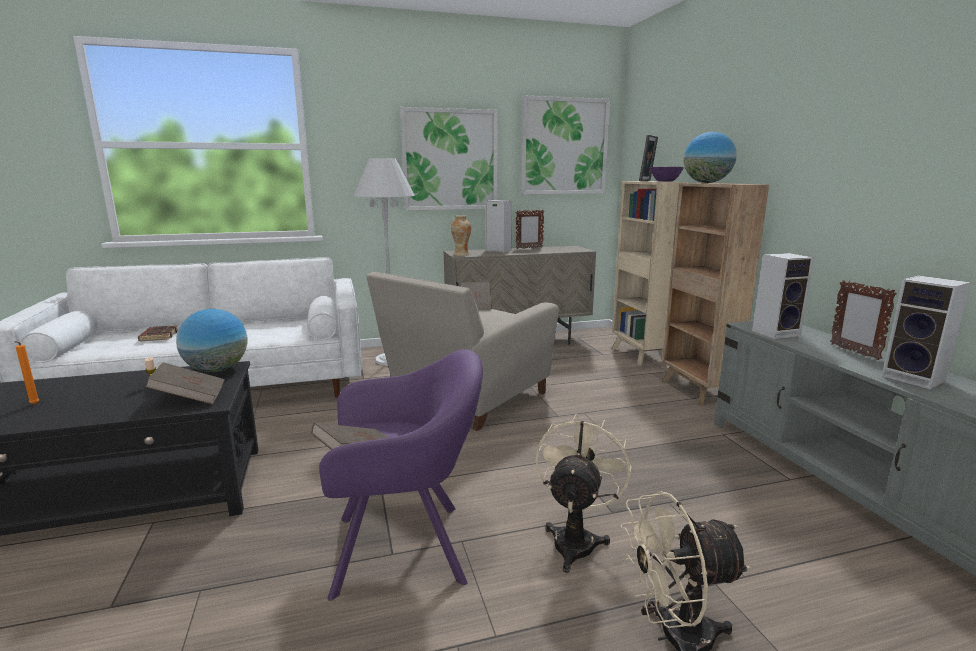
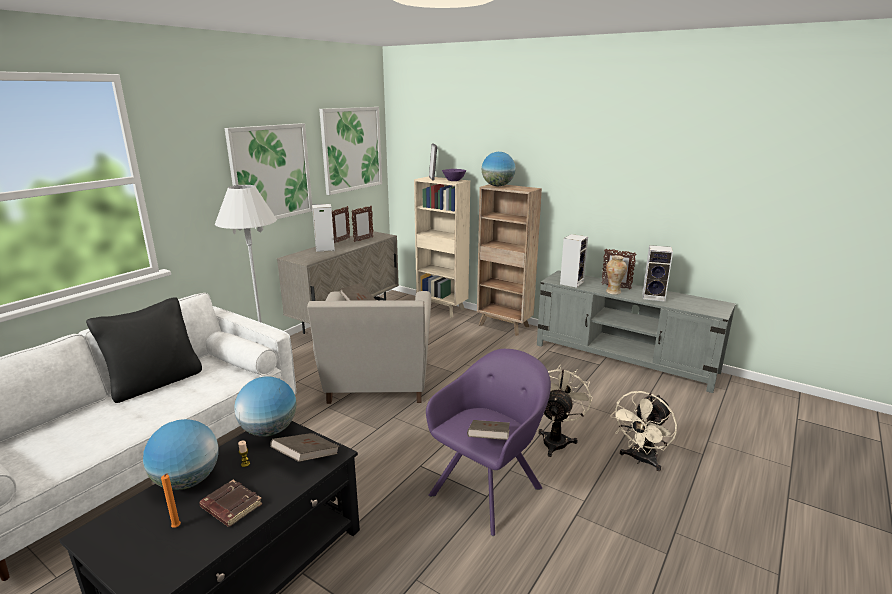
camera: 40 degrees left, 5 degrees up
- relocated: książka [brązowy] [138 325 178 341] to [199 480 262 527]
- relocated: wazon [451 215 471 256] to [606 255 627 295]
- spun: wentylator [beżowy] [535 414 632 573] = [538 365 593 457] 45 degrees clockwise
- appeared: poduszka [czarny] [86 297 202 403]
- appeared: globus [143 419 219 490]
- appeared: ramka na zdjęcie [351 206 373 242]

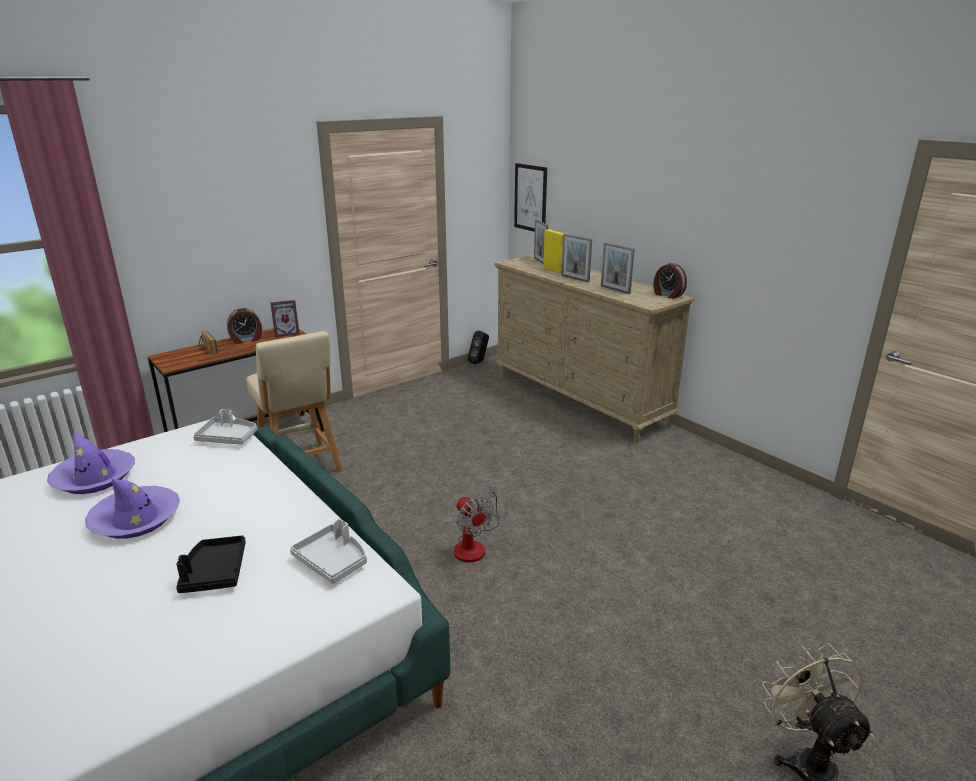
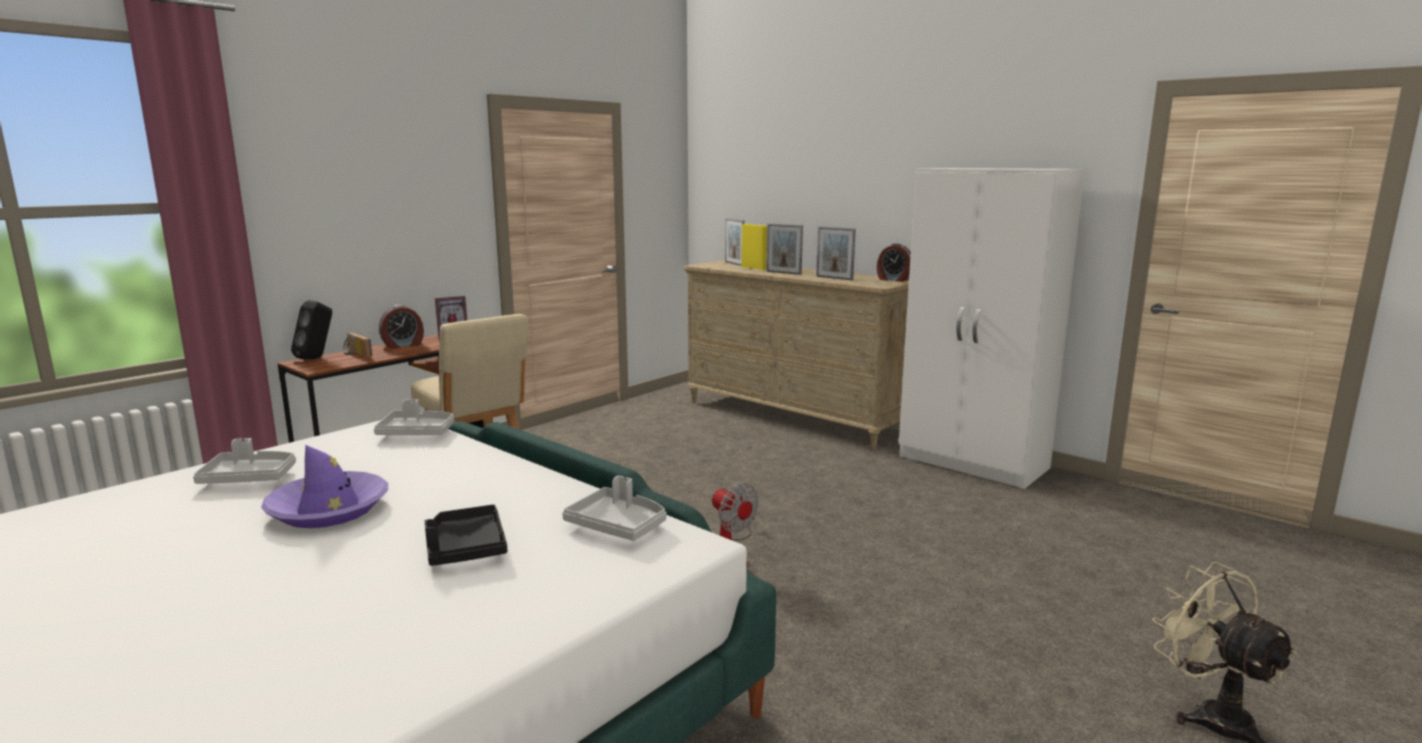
camera: 10 degrees left, 10 degrees down
- exchanged: kapelusz [fioletowy] [47 432 135 494] to taca [szary] [193 438 296 484]
- relocated: głośnik [czarny] [468 331 489 364] to [291 300 332 360]
- missing: obraz [514 163 547 232]
- appeared: szafa [biały] [899 168 1085 489]

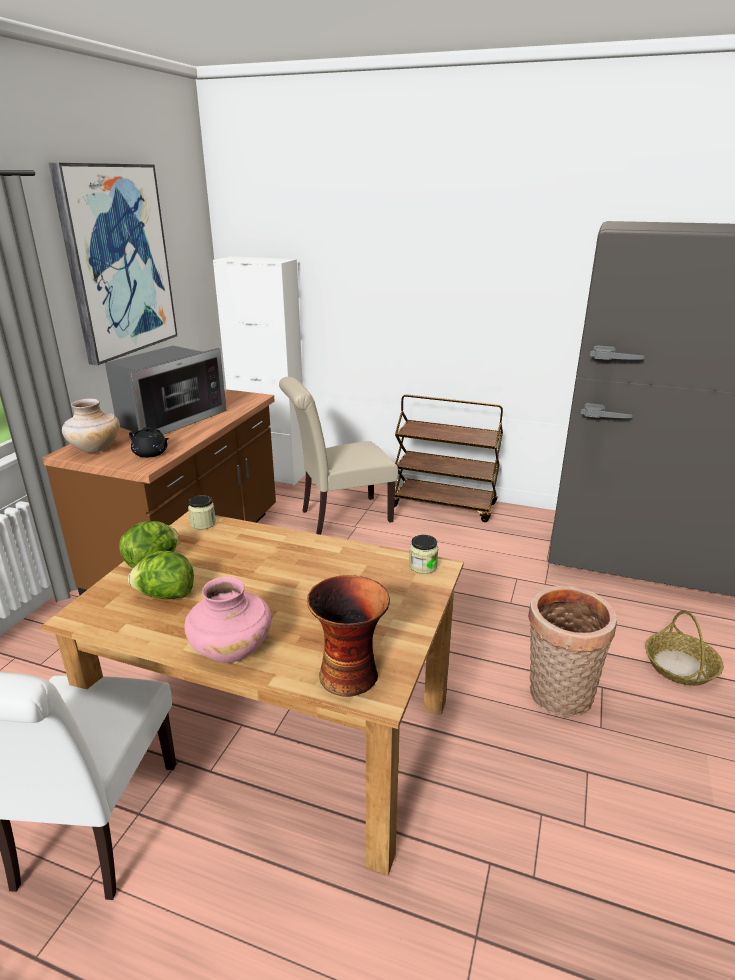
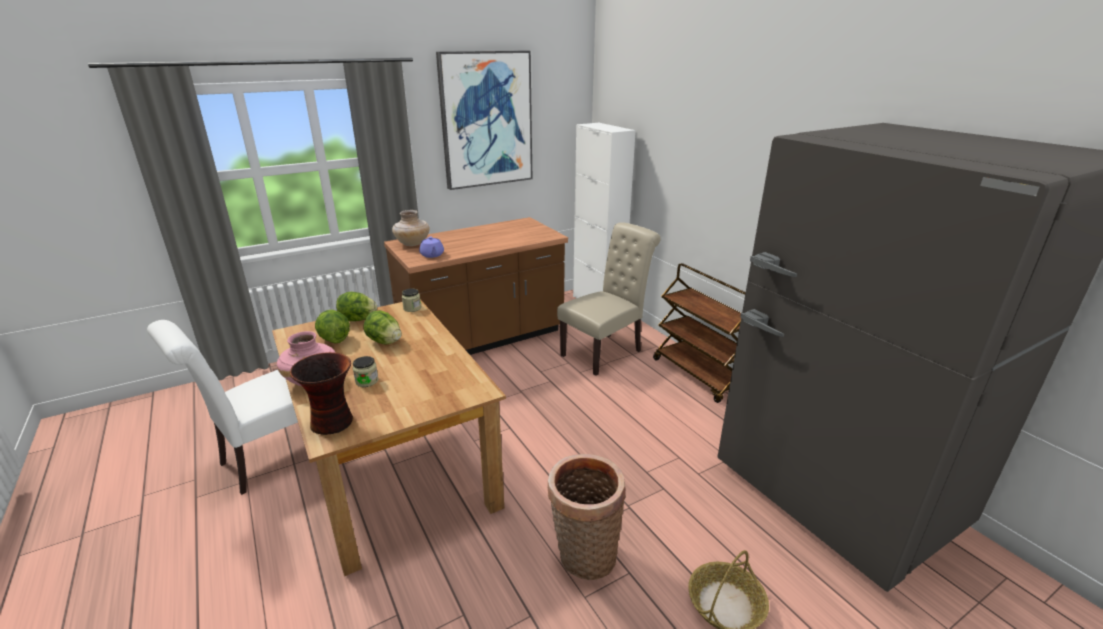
camera: 40 degrees right, 0 degrees up
- missing: mikrofalówka [105 346 227 435]
- colour: imbryk [czarny] [129 427 169 458] to imbryk [fioletowy] [419 237 444 258]
- spun: krzesło [beżowy] [279 377 398 535] = [557 222 661 376] 120 degrees clockwise
- relocated: słoik [409 535 438 574] to [353 356 378 387]
- appeared: sałata [364 310 401 344]

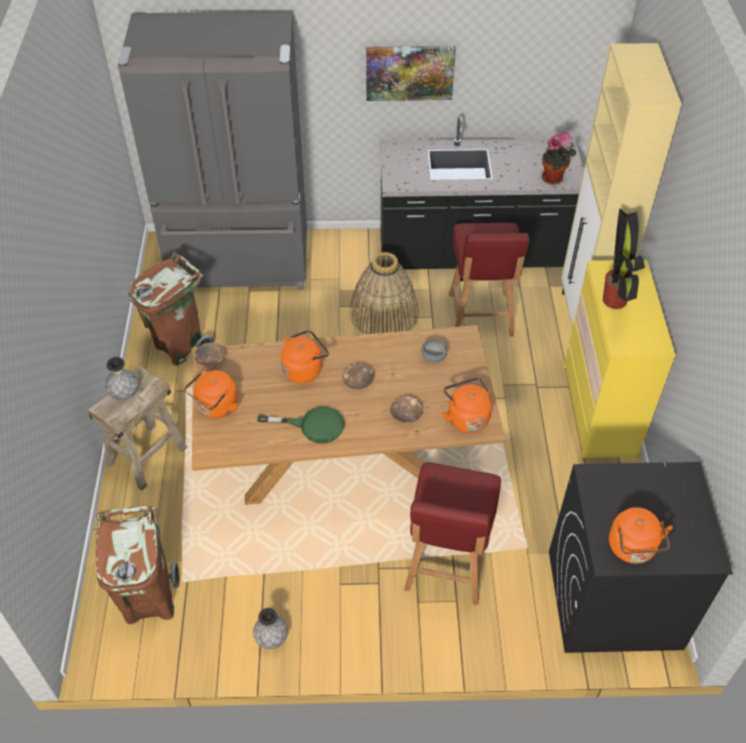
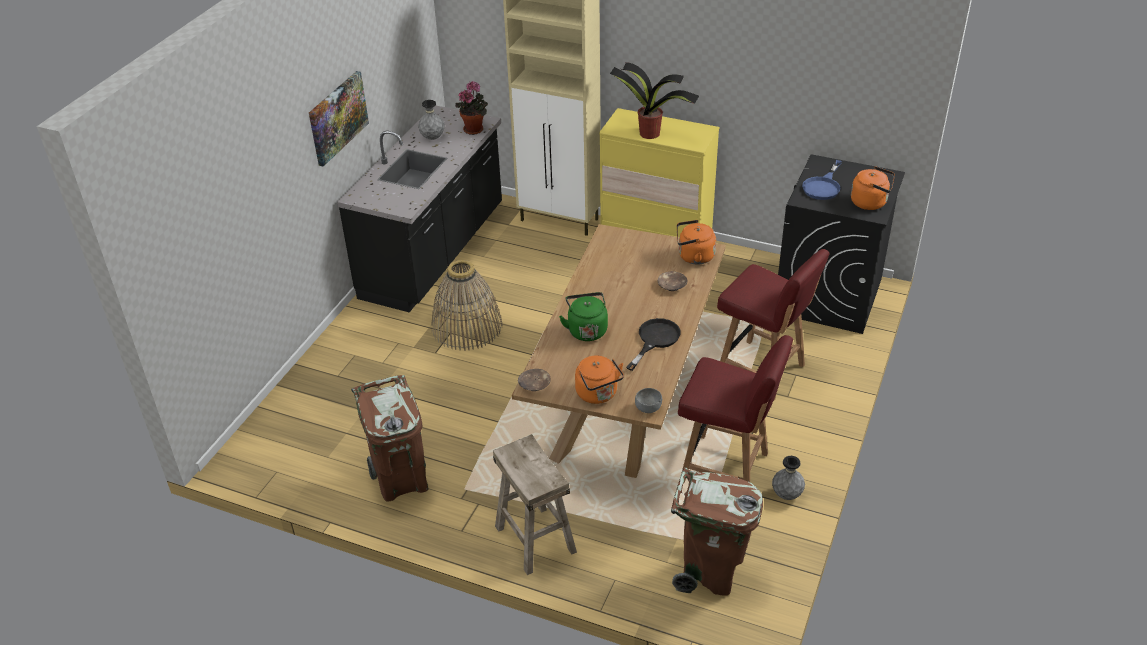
camera: 65 degrees left, 10 degrees down
- relocated: wazon [szary] [105 357 139 400] to [418 100 445 140]
- missing: lodówka [szary] [118 11 307 290]
- colour: patelnia [zielony] [257 407 345 443] to patelnia [czarny] [626 318 681 371]
- colour: czajnik [pomarańczowy] [281 330 329 384] to czajnik [zielony] [559 292 608 341]
- missing: miska [brązowy] [342 364 374 389]
- relocated: miska [szary] [421 339 447 363] to [635 388 662 413]
- relocated: krzesło [czerwony] [449 223 529 336] to [678 335 793 483]
- appeared: patelnia [niebieski] [802 160 842 200]

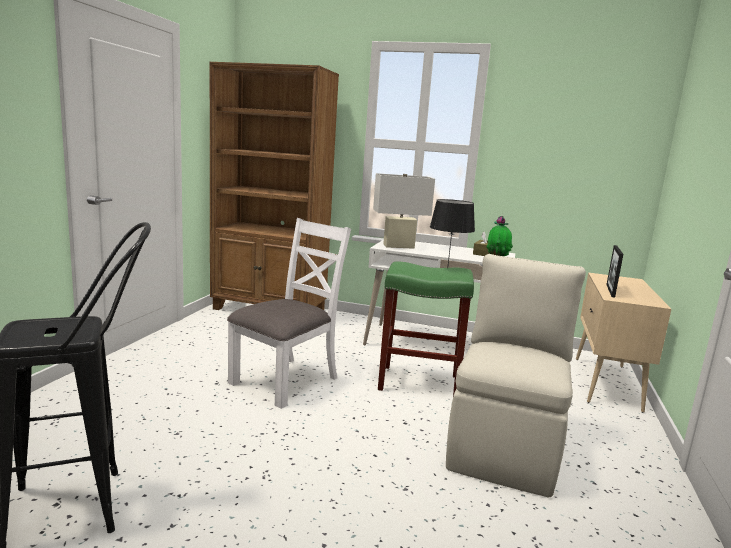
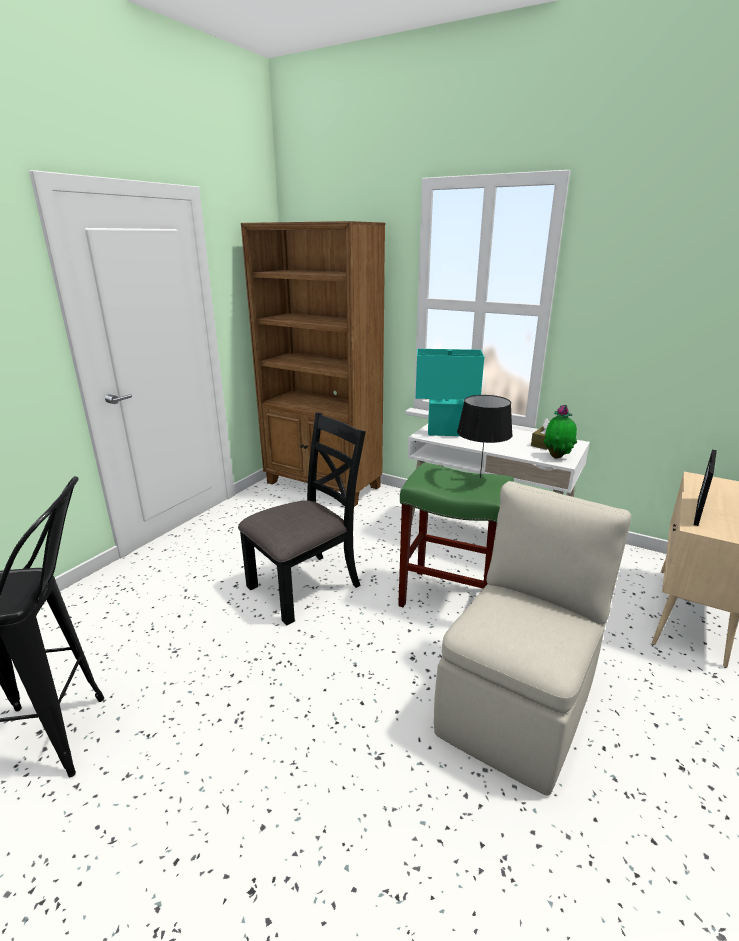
camera: 15 degrees right, 10 degrees up
- colour: krzesło [biały] [227 218 351 409] to krzesło [czarny] [238 412 366 626]
- colour: lampa stołowa [biały] [373 173 435 249] to lampa stołowa [turkusowy] [416 349 484 436]

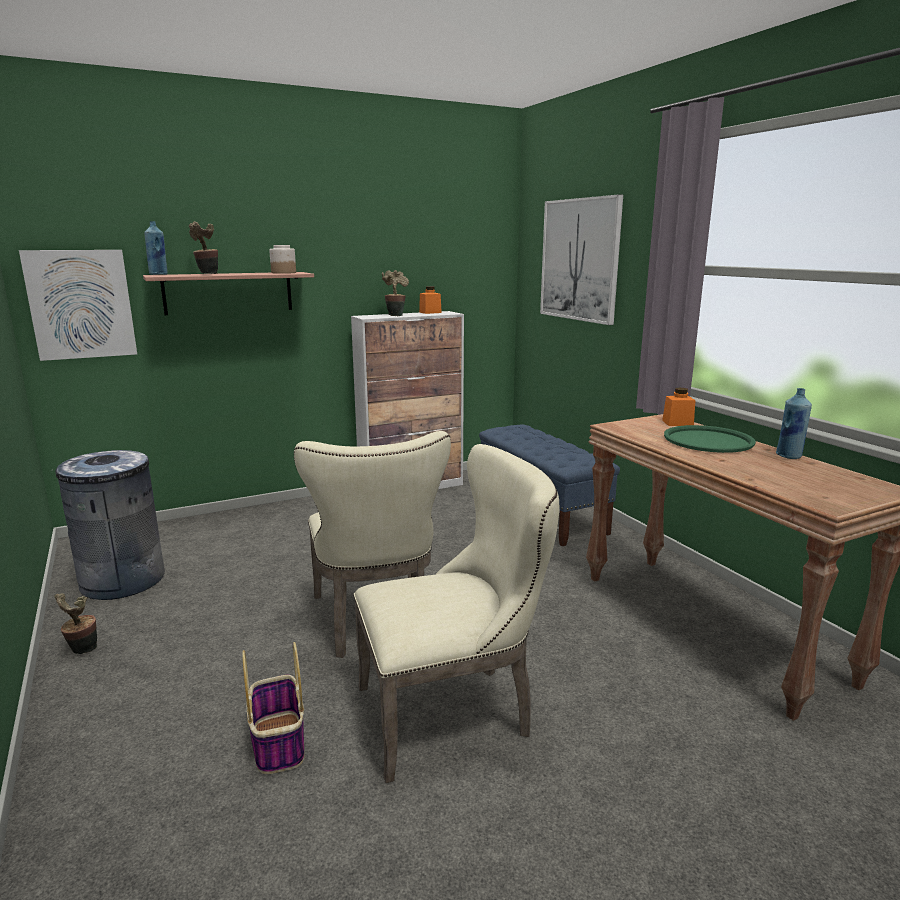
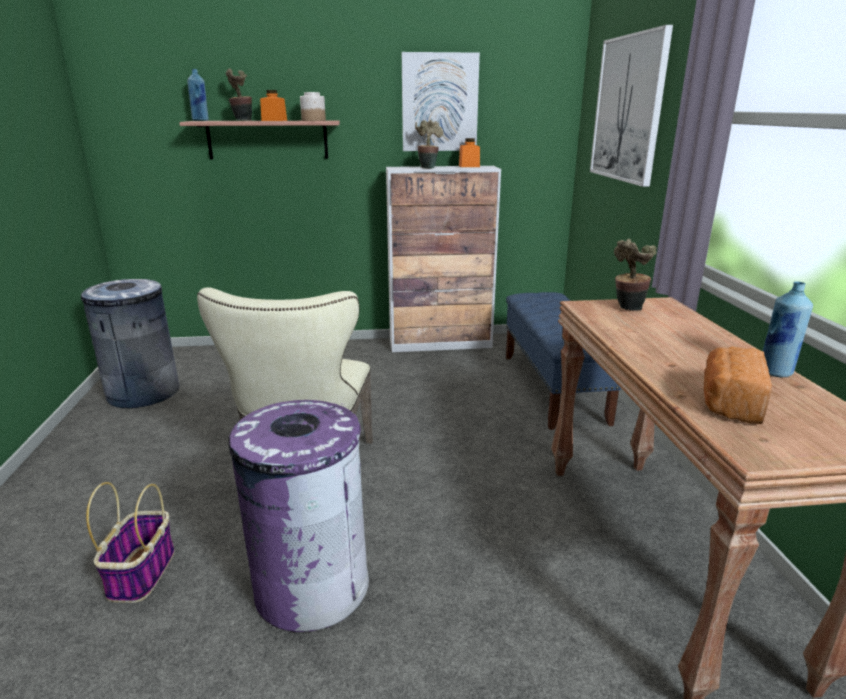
camera: 20 degrees right, 5 degrees up
- relocated: obraz [19 250 137 361] to [402 52 480 151]
- relocated: roślina doniczkowa [55 593 97 654] to [614 239 656 311]
- exchanged: krzesło [beżowy] [353 444 559 783] to kosz na śmieci [fioletowy] [228 400 369 632]
- relocated: słoik [pomarańczowy] [662 388 695 426] to [260 90 287 121]
- missing: taca [zielony] [664 425 756 453]
- appeared: chleb [704 346 772 424]

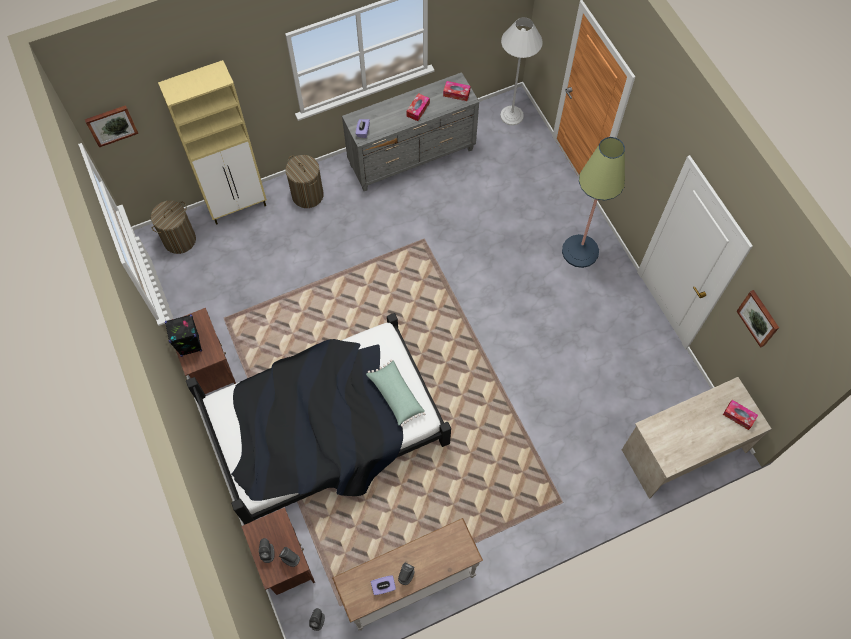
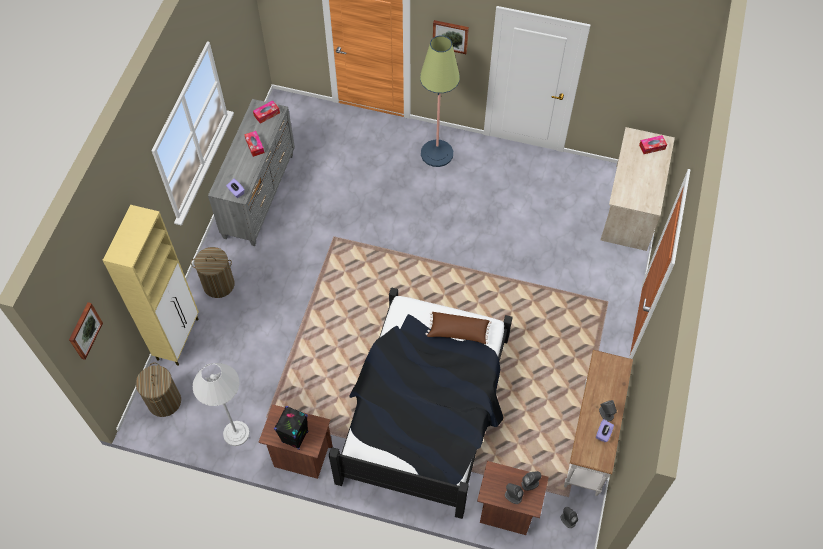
camera: 50 degrees left, 5 degrees down
- colour: poduszka [zielony] [366 360 425 427] to poduszka [brązowy] [426 312 492 344]
- relocated: lampa stojąca [biały] [500 17 543 125] to [193 363 250 446]
- relocated: obraz [736 290 779 348] to [433 20 469 54]

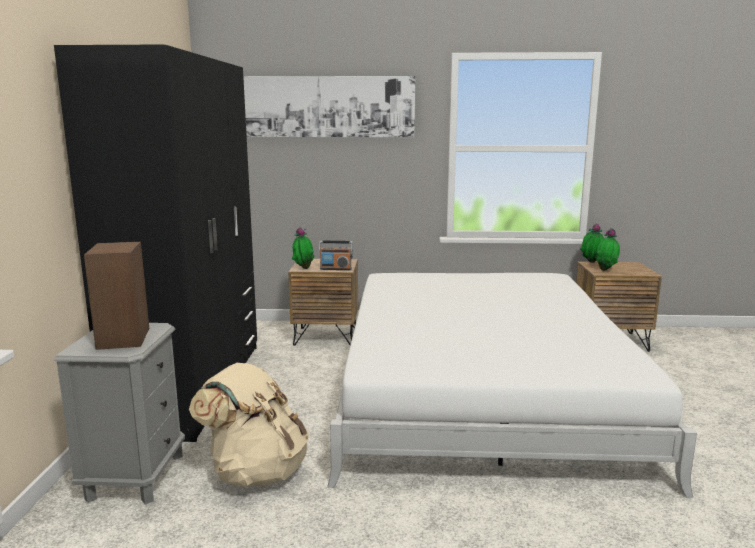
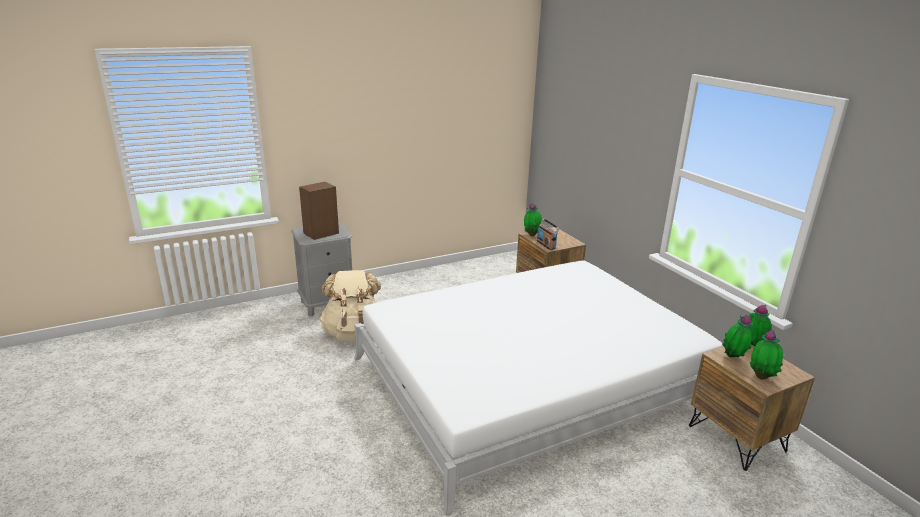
camera: 60 degrees right, 10 degrees up
- missing: szafa [czarny] [54 45 257 442]
- missing: obraz [243 76 415 137]
- appeared: roślina doniczkowa [750 330 783 380]

